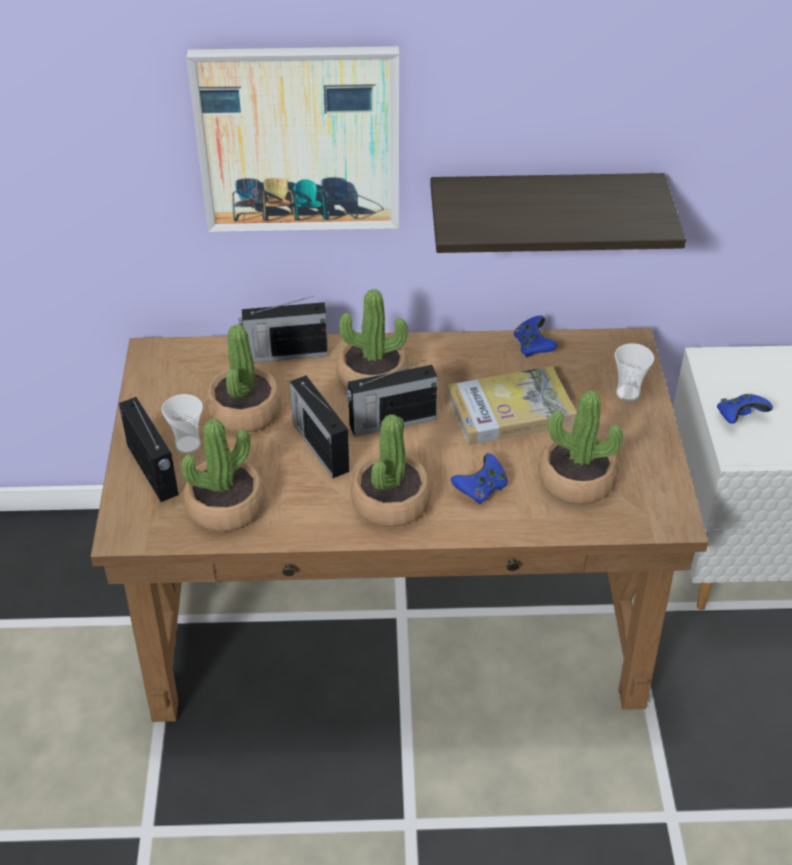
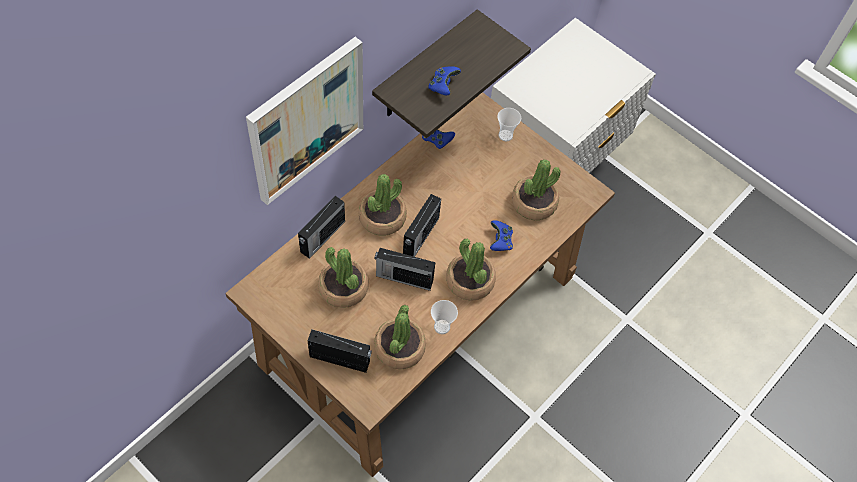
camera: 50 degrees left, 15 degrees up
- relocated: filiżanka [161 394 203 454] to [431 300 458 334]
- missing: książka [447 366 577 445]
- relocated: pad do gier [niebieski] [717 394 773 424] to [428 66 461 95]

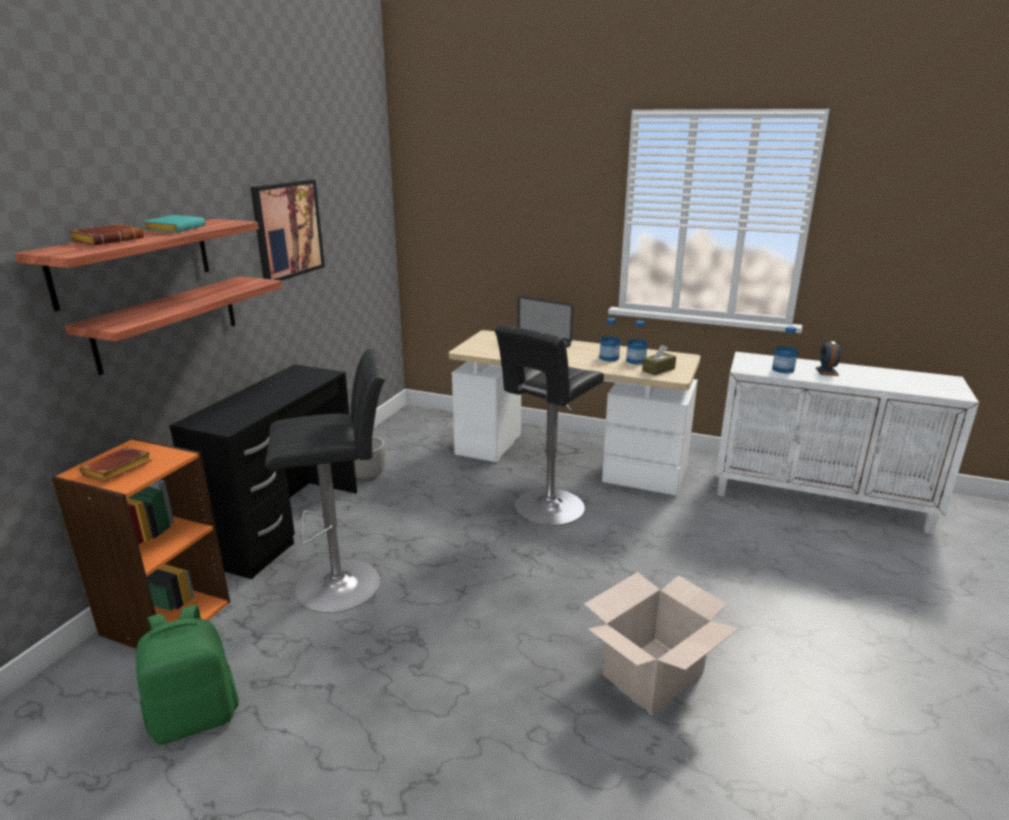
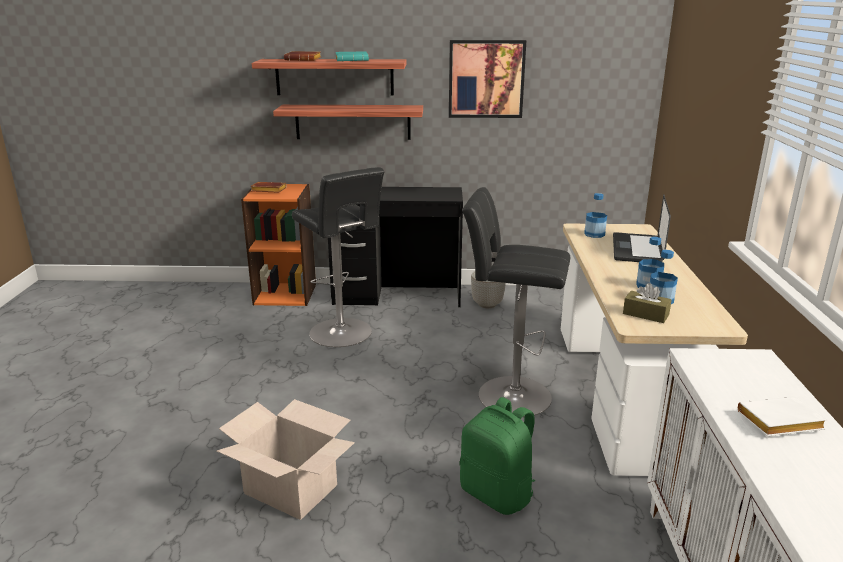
camera: 70 degrees right, 0 degrees up
- relocated: plecak [zielony] [136 605 239 745] to [460 397 535 515]
- relocated: butelka [772 326 798 374] to [584 193 607 238]
- exchanged: budzik [815 341 841 376] to książka [biały] [738 396 827 436]

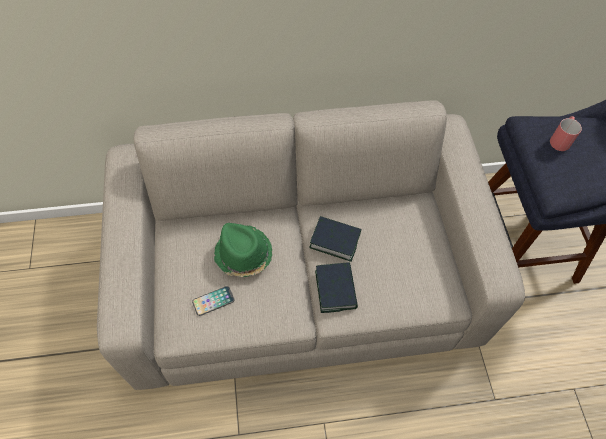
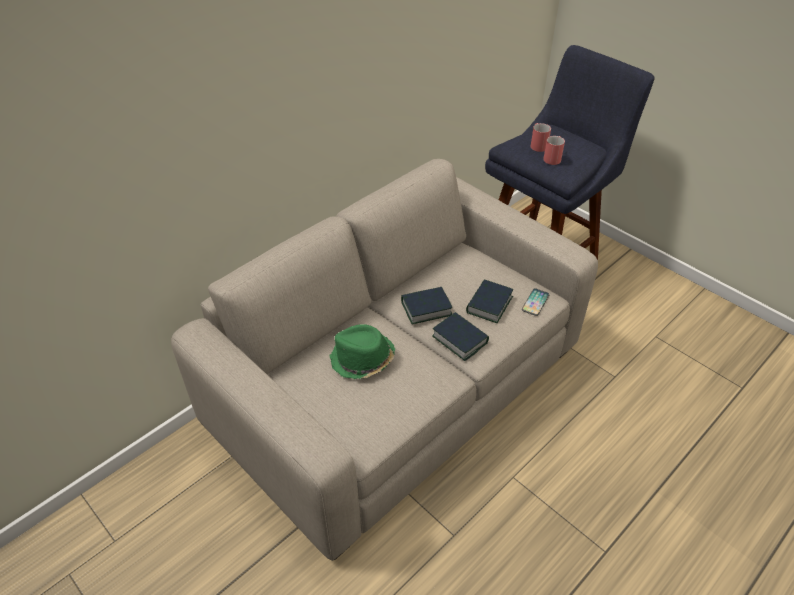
camera: 35 degrees left, 15 degrees down
- relocated: telefon [192 286 234 316] to [522 288 549 316]
- appeared: książka [466 279 513 323]
- appeared: kubek [czerwony] [543 136 565 165]

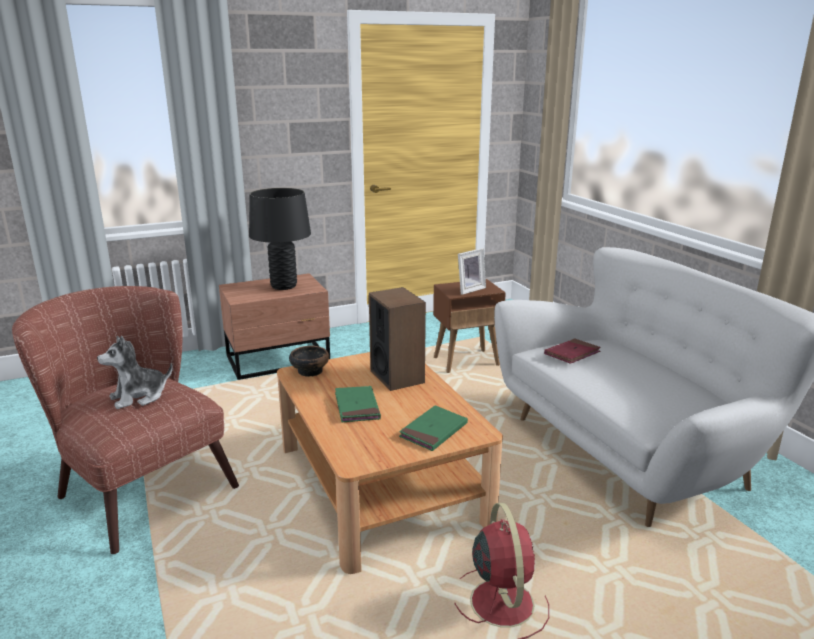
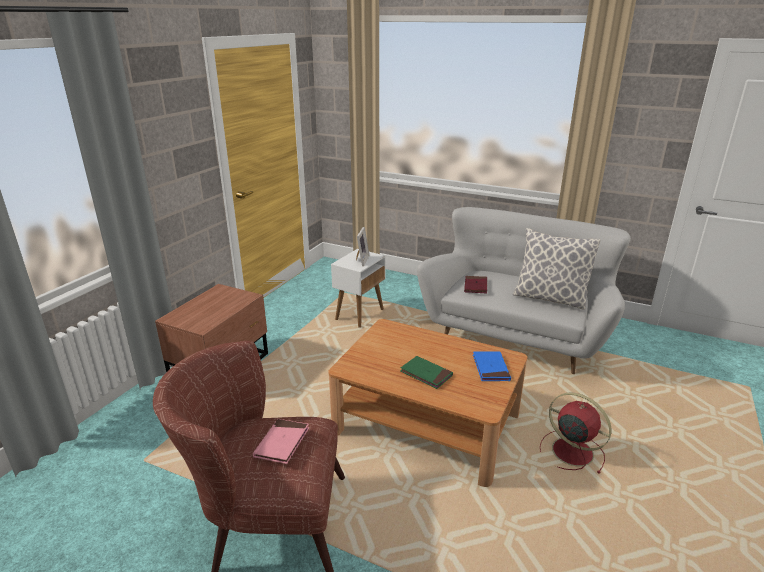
camera: 40 degrees left, 5 degrees up
- exchanged: pluszak [97 336 173 409] to książka [różowy] [253 419 309 464]
- missing: lampa stołowa [czarny] [249 188 311 290]
- missing: miska [289 346 329 377]
- missing: głośnik [369 287 426 391]
- colour: książka [zielony] [399 405 468 451] to książka [niebieski] [473 351 511 381]
- colour: stolik [brązowy] [433 279 506 373] to stolik [biały] [331 249 385 328]
- appeared: poduszka [513 228 600 310]

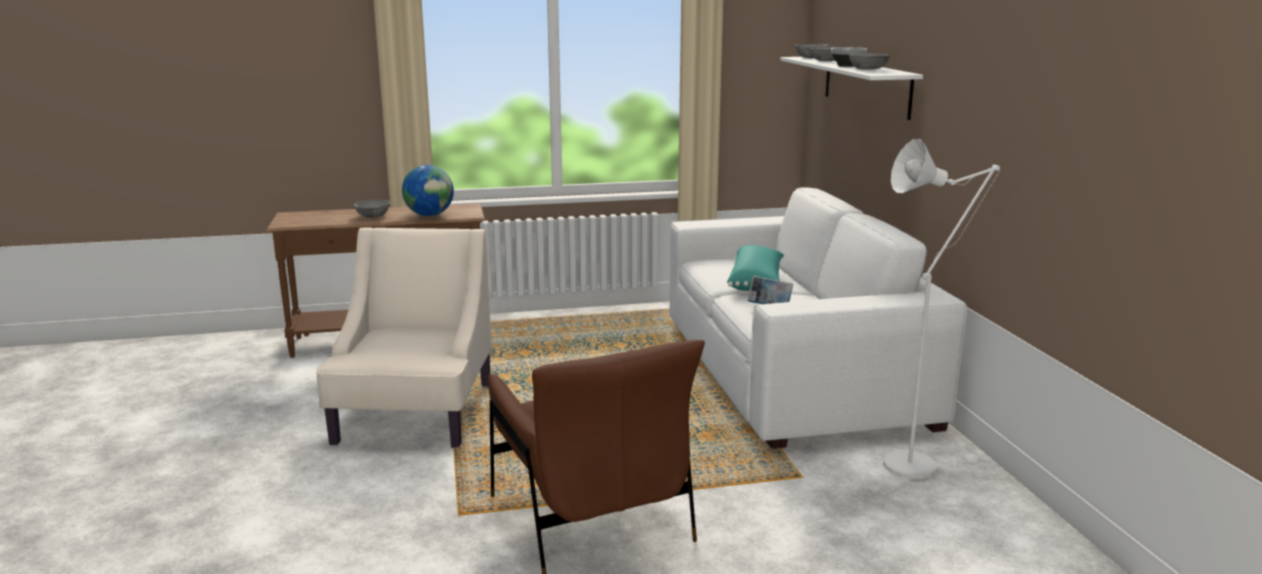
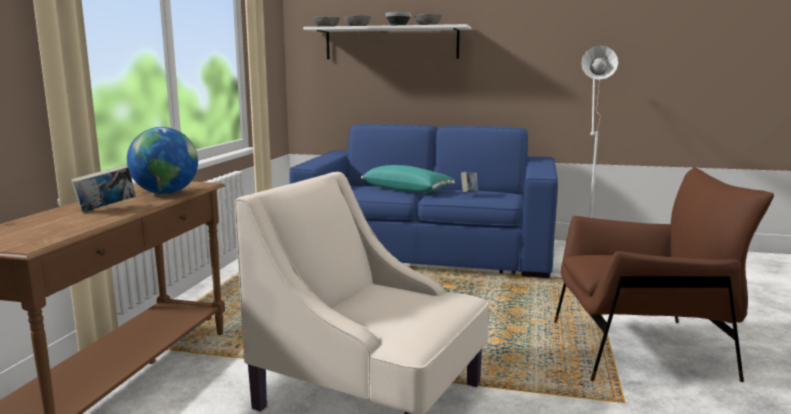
camera: 65 degrees left, 5 degrees down
- exchanged: miska [szary] [354 200 390 218] to książka [71 165 136 212]
- colour: kanapa [biały] [670 188 967 448] to kanapa [niebieski] [289 124 558 278]

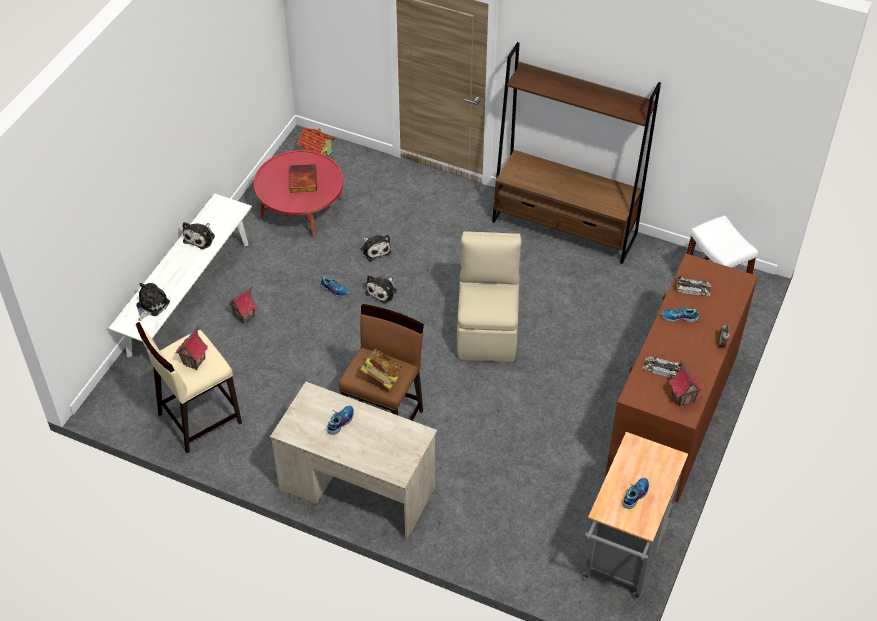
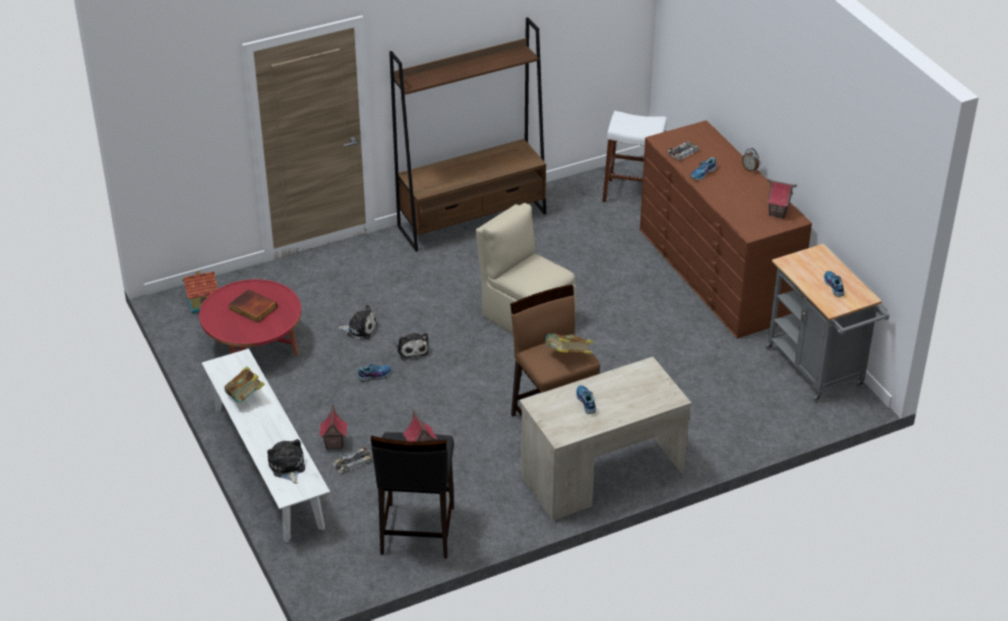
camera: 50 degrees left, 10 degrees down
- colour: stołek [beżowy] [136 322 242 453] to stołek [czarny] [371 432 454 558]
- exchanged: pluszak [183 222 215 249] to książka [224 366 265 403]
- relocated: samochodzik [643 356 681 378] to [334 446 372 473]

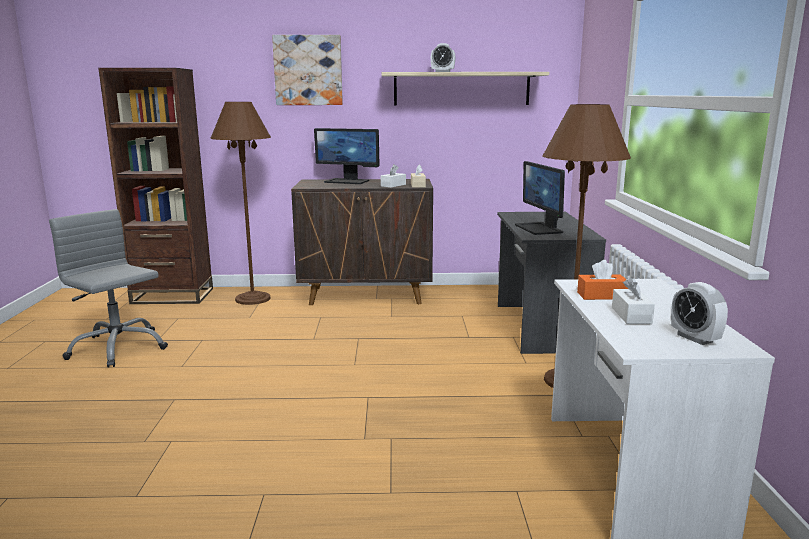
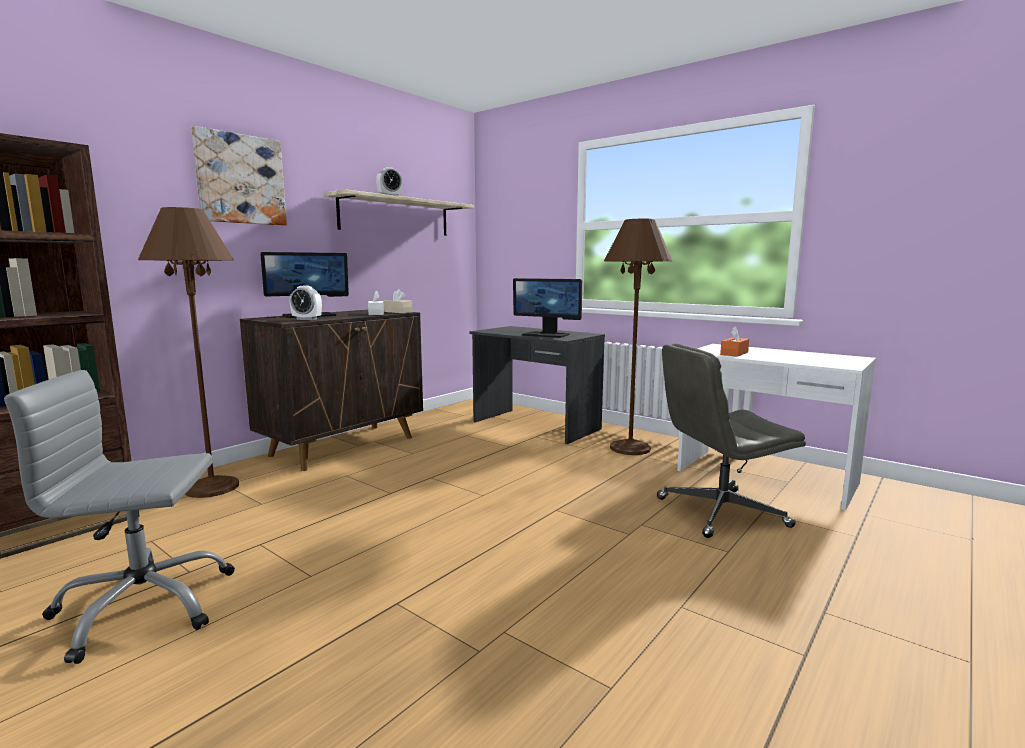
camera: 50 degrees left, 5 degrees down
- missing: pudełko chusteczek [biały] [612 277 655 324]
- relocated: budzik [671 282 728 345] to [290 285 322 320]
- appeared: krzesło biurowe [szary] [657 344 806 538]

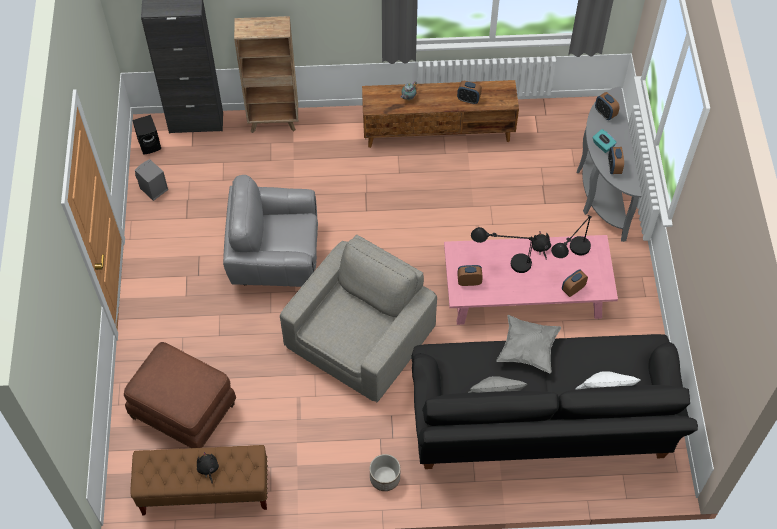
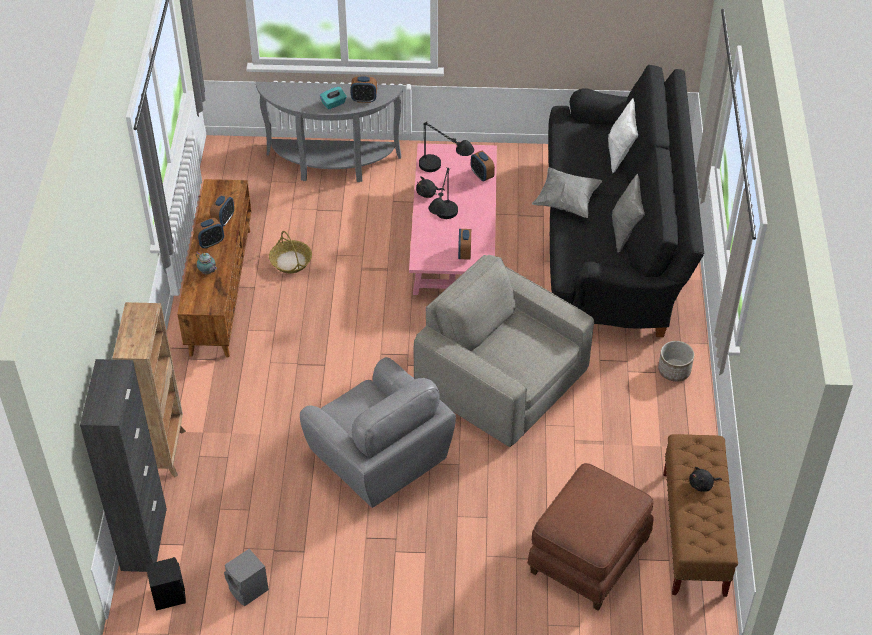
camera: 85 degrees left, 10 degrees down
- spun: fotel [szary] [223 175 318 287] = [300 357 456 508] 45 degrees counterclockwise
- relocated: budzik [595 92 620 120] to [194 218 224 249]
- appeared: koszyk [269 231 312 273]

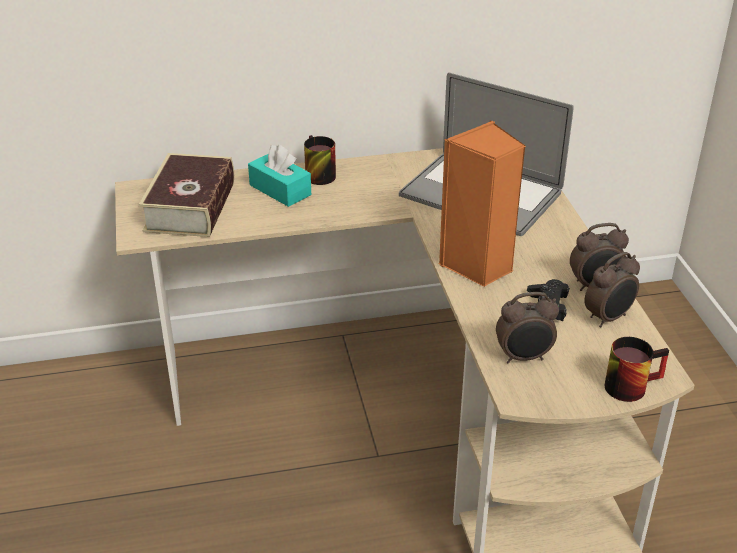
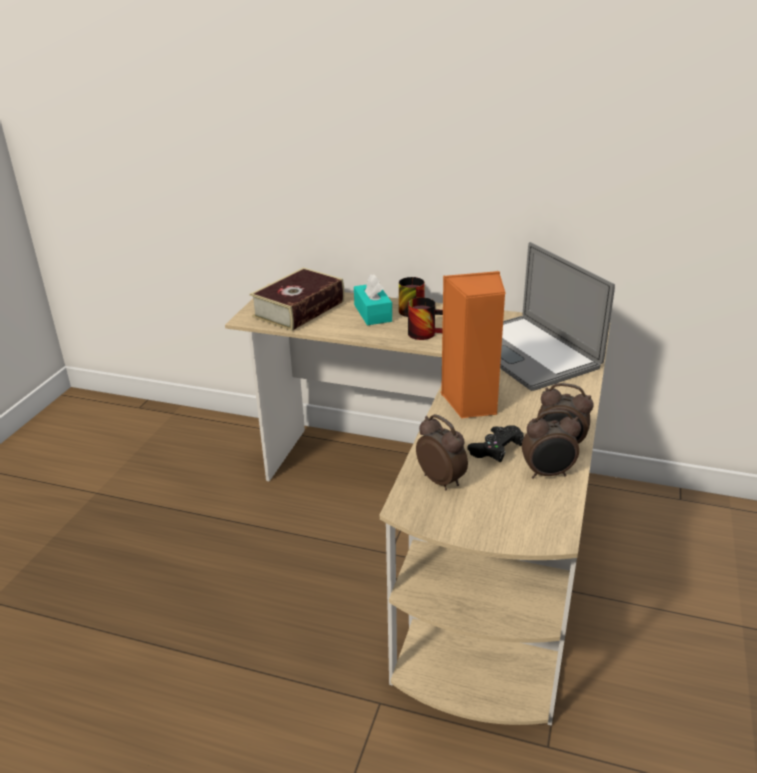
camera: 30 degrees right, 5 degrees down
- spun: budzik [496 292 559 364] = [416 414 468 490] 150 degrees counterclockwise
- relocated: kubek [605 337 669 402] to [408 297 443 340]

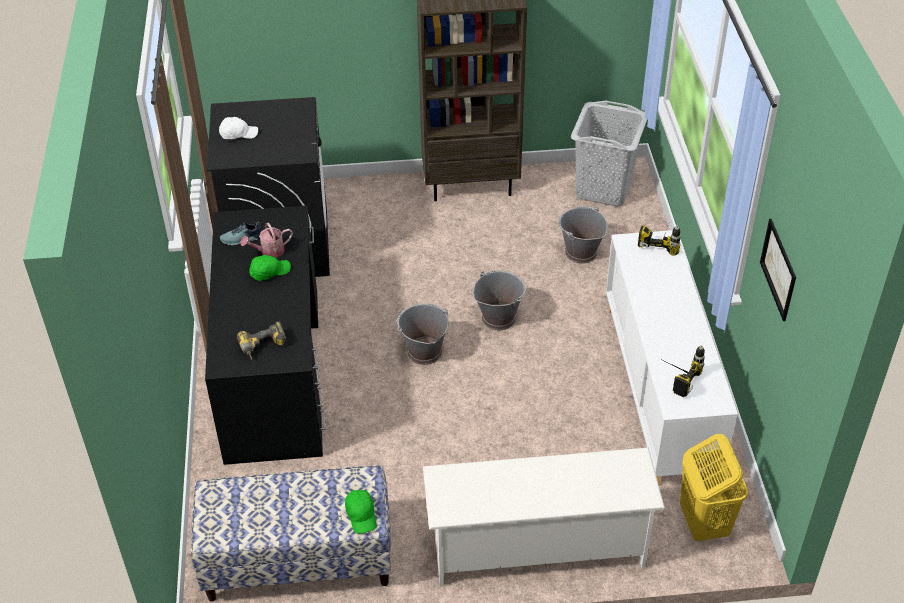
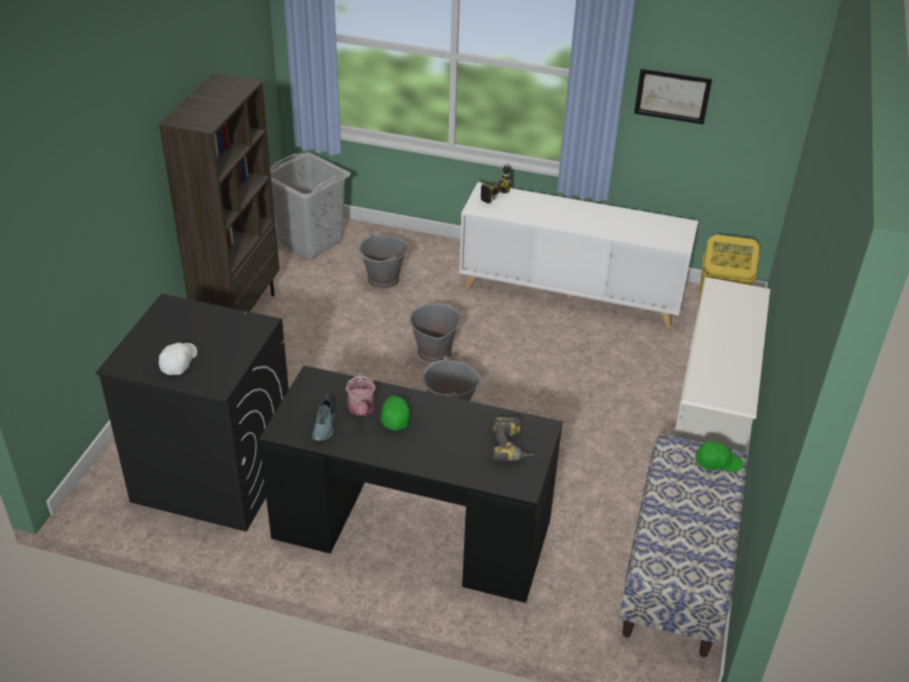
camera: 70 degrees left, 5 degrees down
- missing: wiertarka [667 345 705 397]

